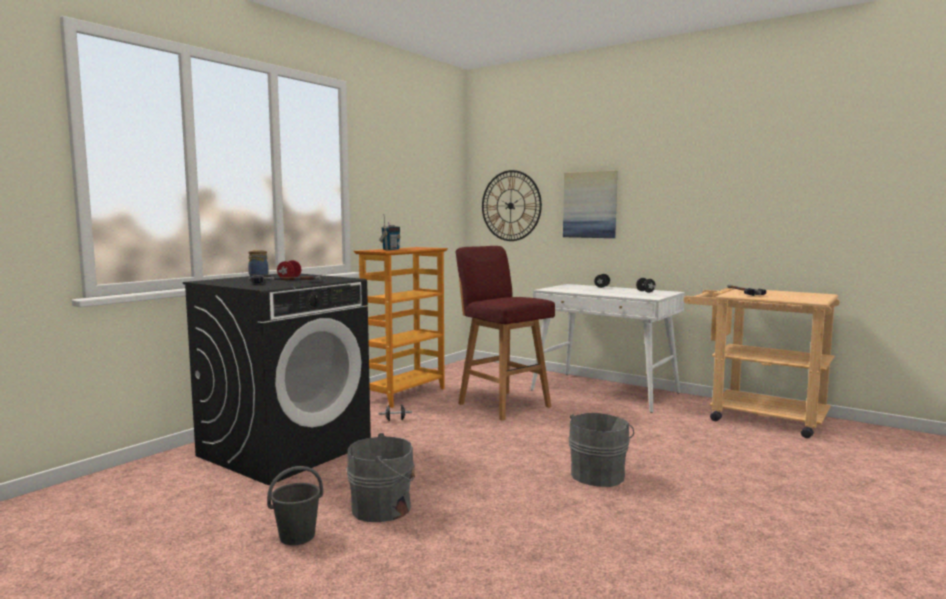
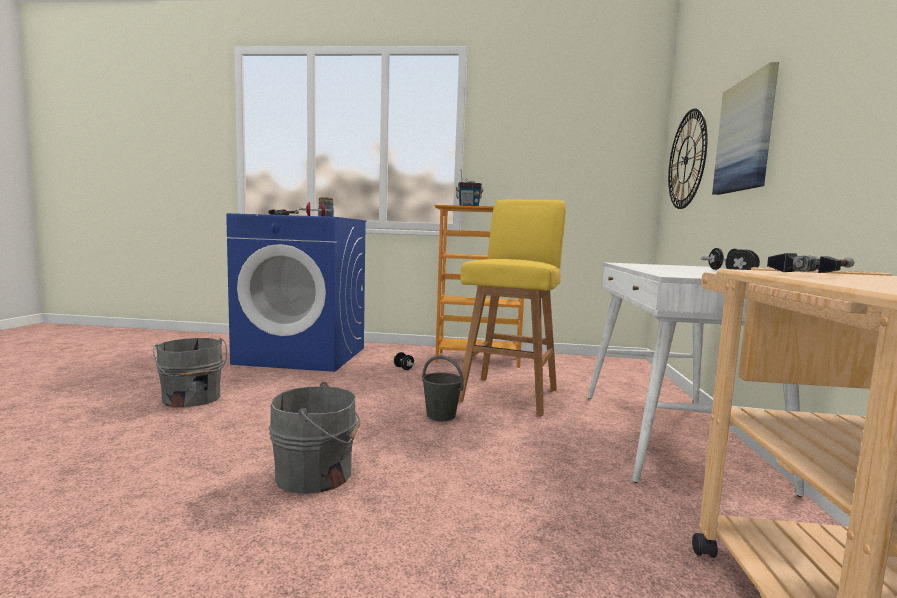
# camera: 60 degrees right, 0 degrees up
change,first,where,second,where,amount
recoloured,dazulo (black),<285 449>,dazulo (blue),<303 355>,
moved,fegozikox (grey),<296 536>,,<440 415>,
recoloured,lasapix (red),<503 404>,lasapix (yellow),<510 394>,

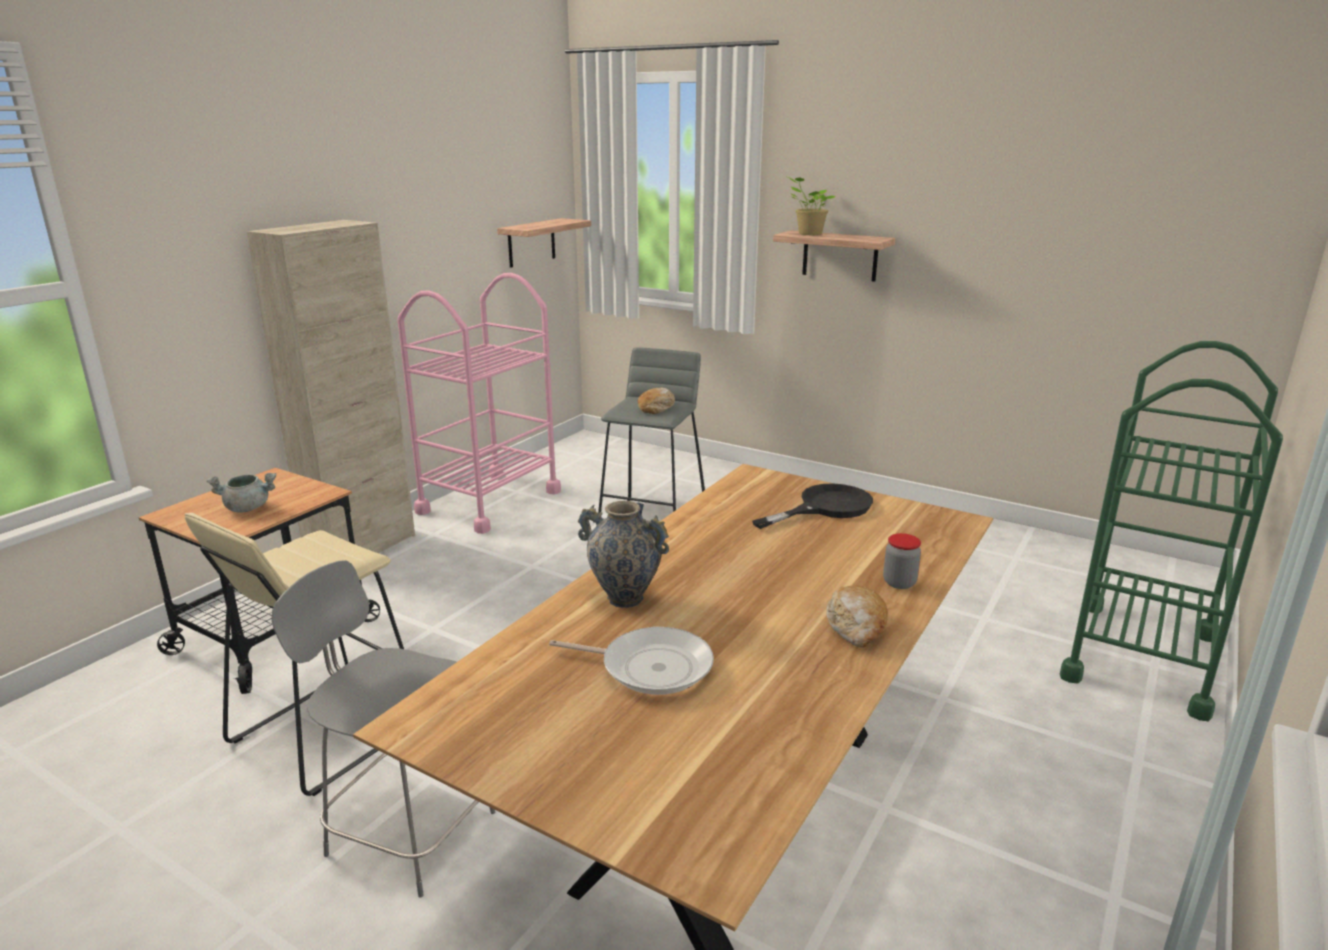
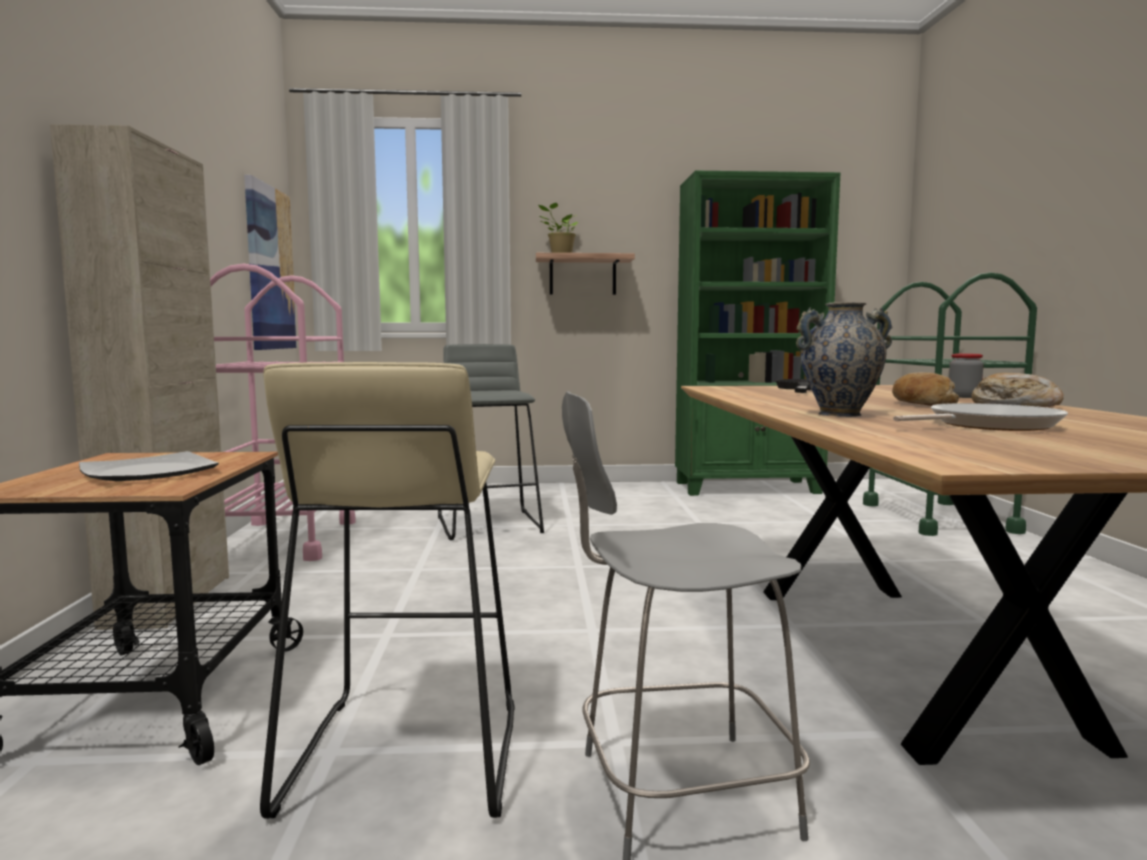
# camera: 35 degrees left, 15 degrees down
change,first,where,second,where,amount
replaced,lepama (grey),<248 508>,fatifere,<150 472>,
replaced,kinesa,<531 242>,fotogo,<269 268>,
moved,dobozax,<657 407>,,<921 404>,
added,,,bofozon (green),<748 488>,

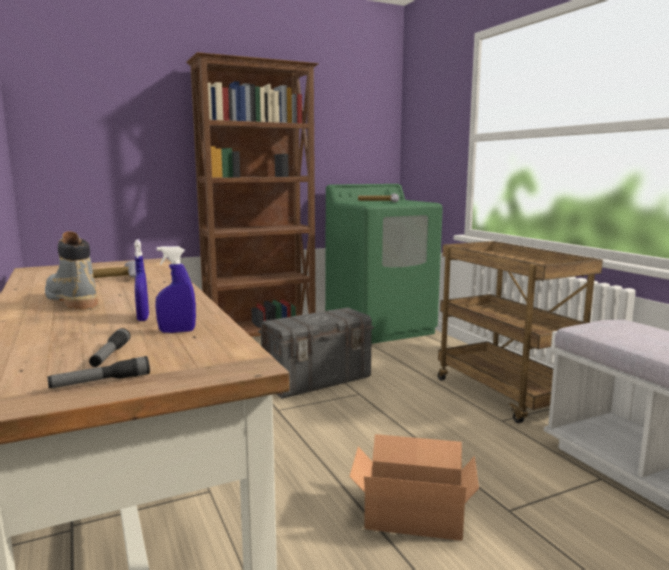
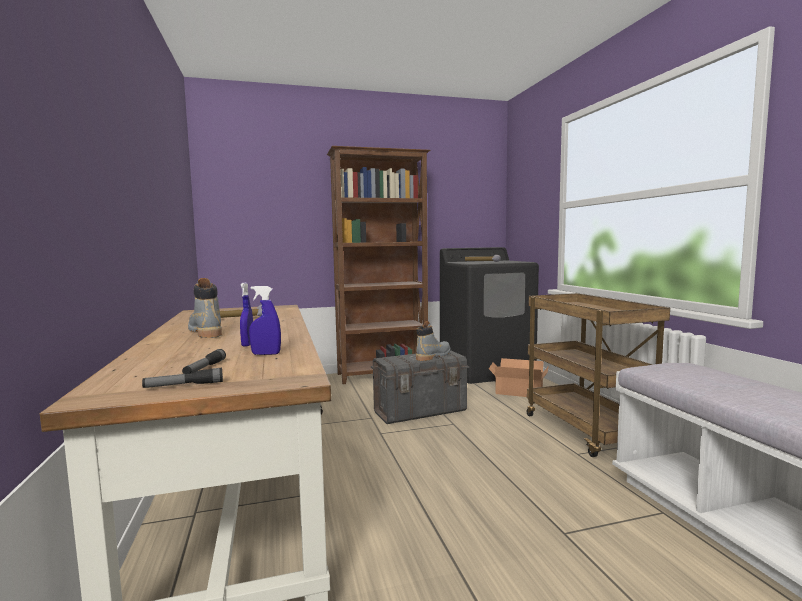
# camera: 10 degrees right, 5 degrees down
change,first,where,second,where,amount
recoloured,dazulo (green),<380 328>,dazulo (black),<486 370>,
moved,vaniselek,<411 512>,,<518 391>,
added,,,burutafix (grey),<433 356>,

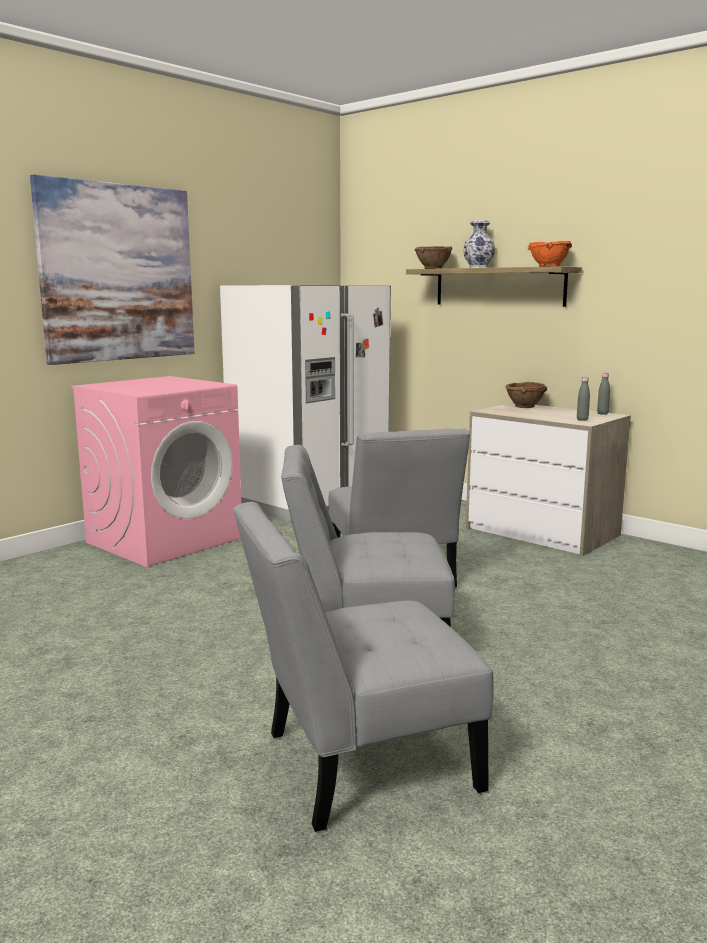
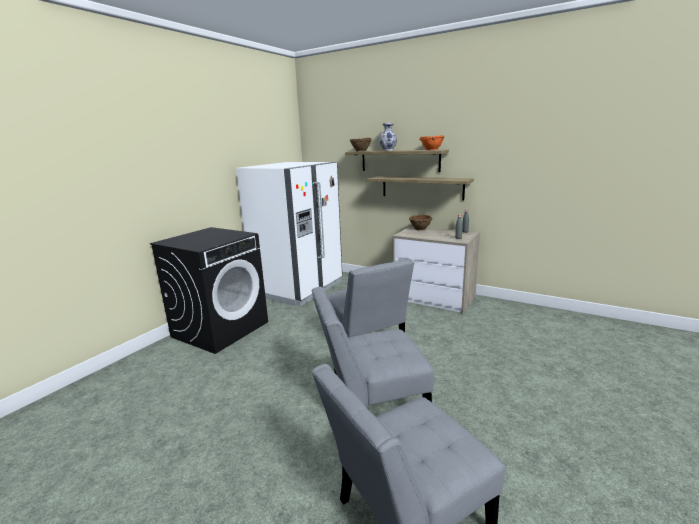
# camera: 10 degrees left, 5 degrees up
change,first,where,second,where,amount
removed,fotogo,<118 273>,,,
recoloured,dazulo (pink),<165 540>,dazulo (black),<221 329>,
added,,,kinesa,<422 187>,

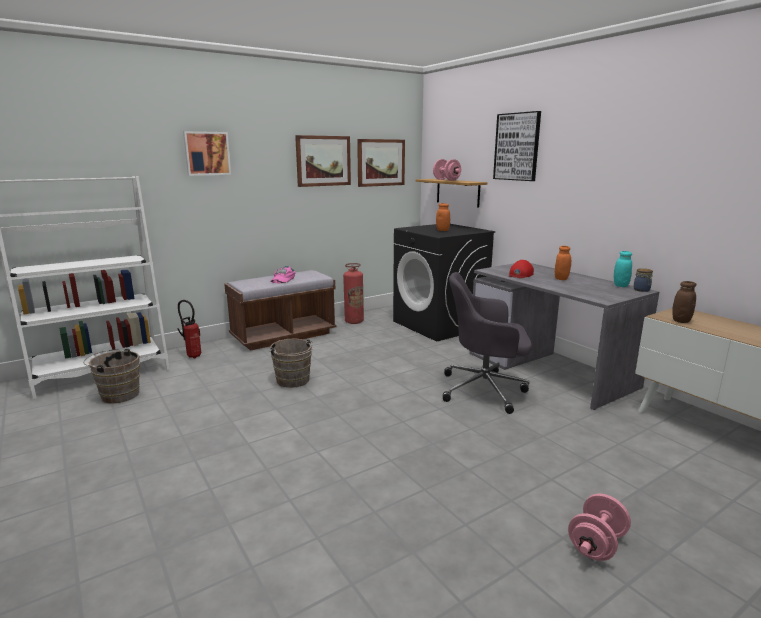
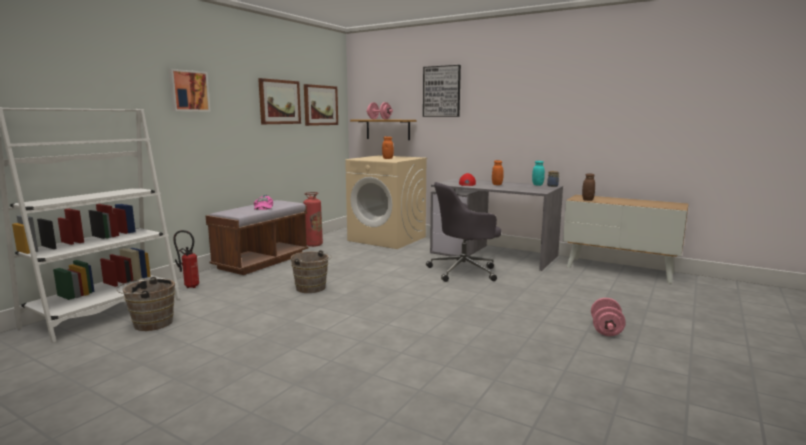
# camera: 25 degrees left, 5 degrees down
change,first,where,second,where,amount
recoloured,dazulo (black),<440 325>,dazulo (beige),<387 239>,

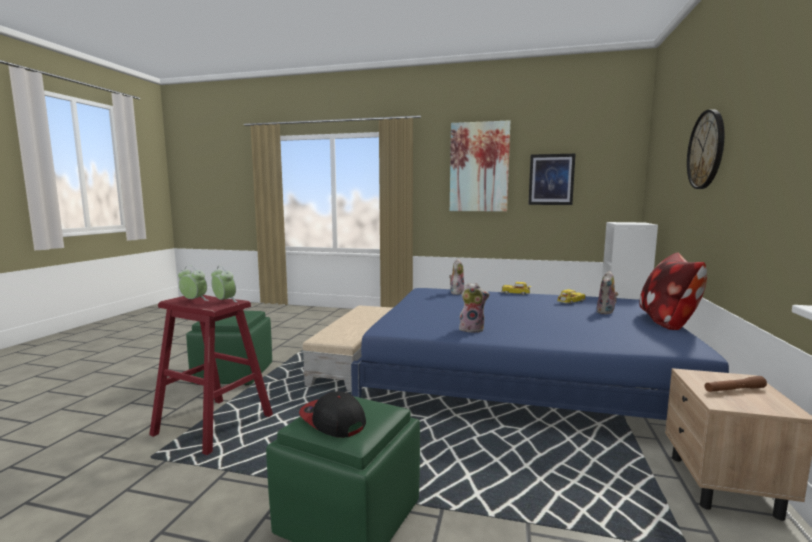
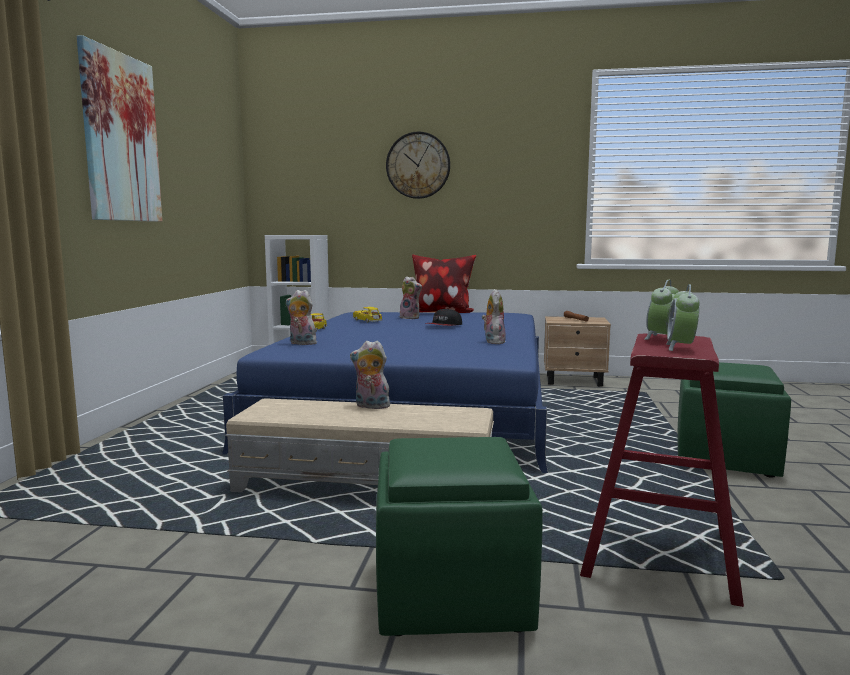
# camera: 95 degrees left, 0 degrees up
change,first,where,second,where,amount
moved,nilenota,<332 420>,,<444 326>,
removed,fotogo,<551 179>,,,
added,,,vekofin,<371 406>,

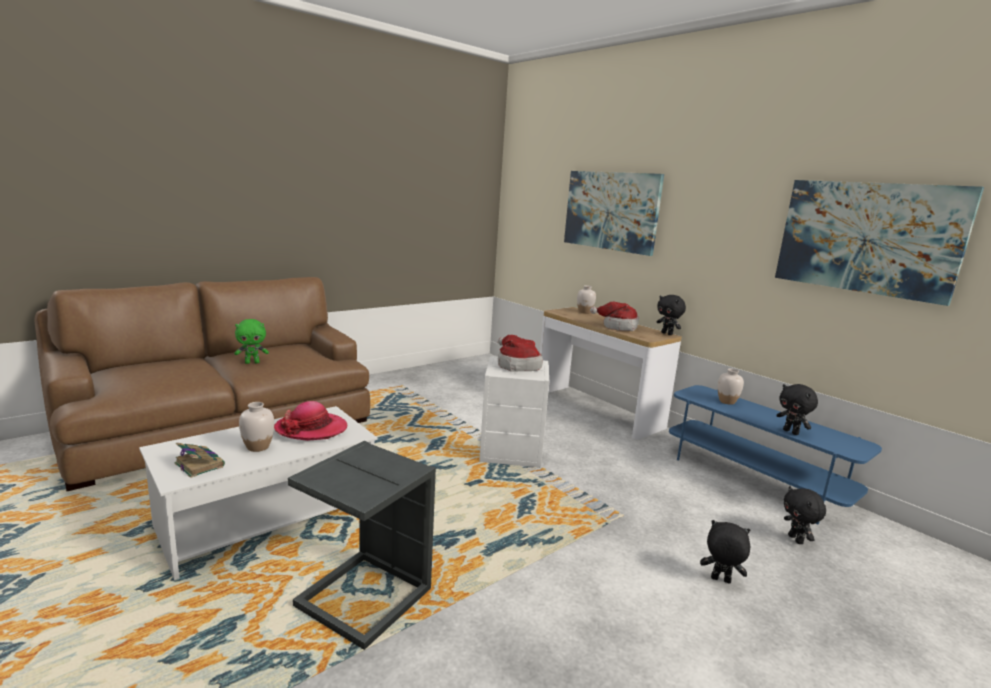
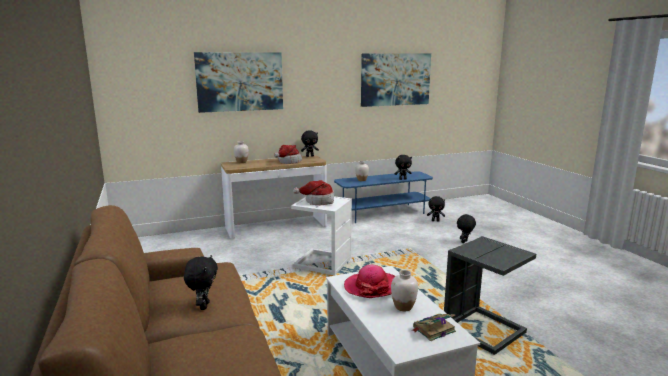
# camera: 70 degrees left, 0 degrees up
change,first,where,second,where,amount
recoloured,vekofin (green),<252 362>,vekofin (black),<203 306>,

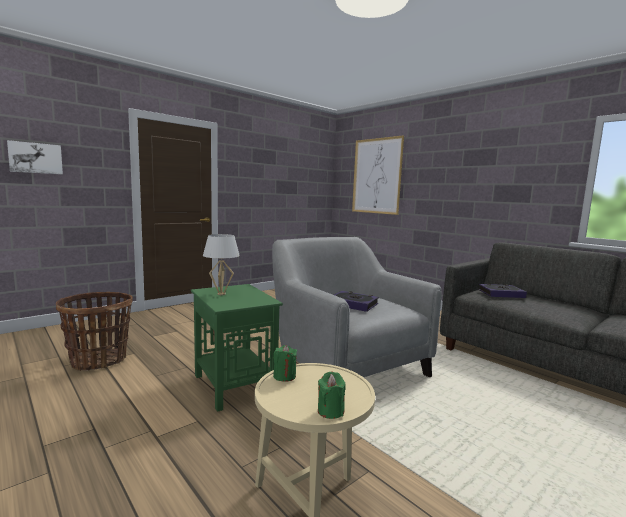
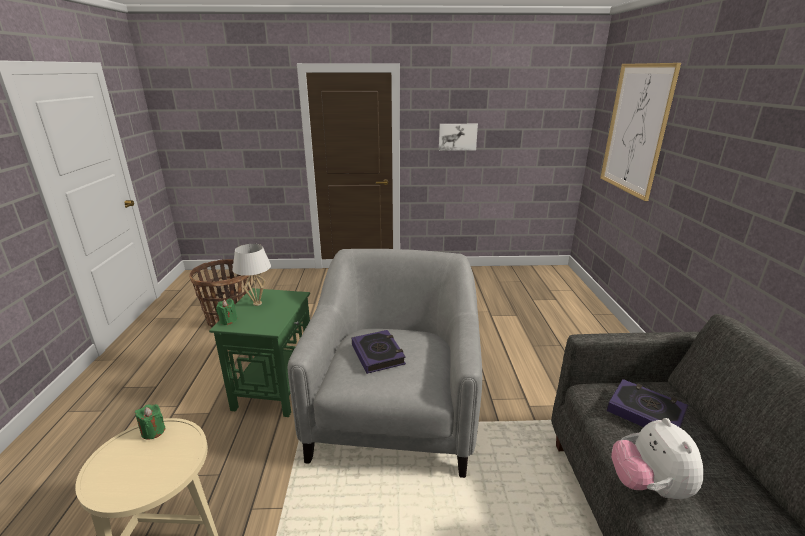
# camera: 40 degrees right, 15 degrees up
change,first,where,second,where,amount
moved,fotogo,<35 158>,,<457 136>,
moved,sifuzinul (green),<330 411>,,<228 320>,
added,,,vekofin,<648 486>,

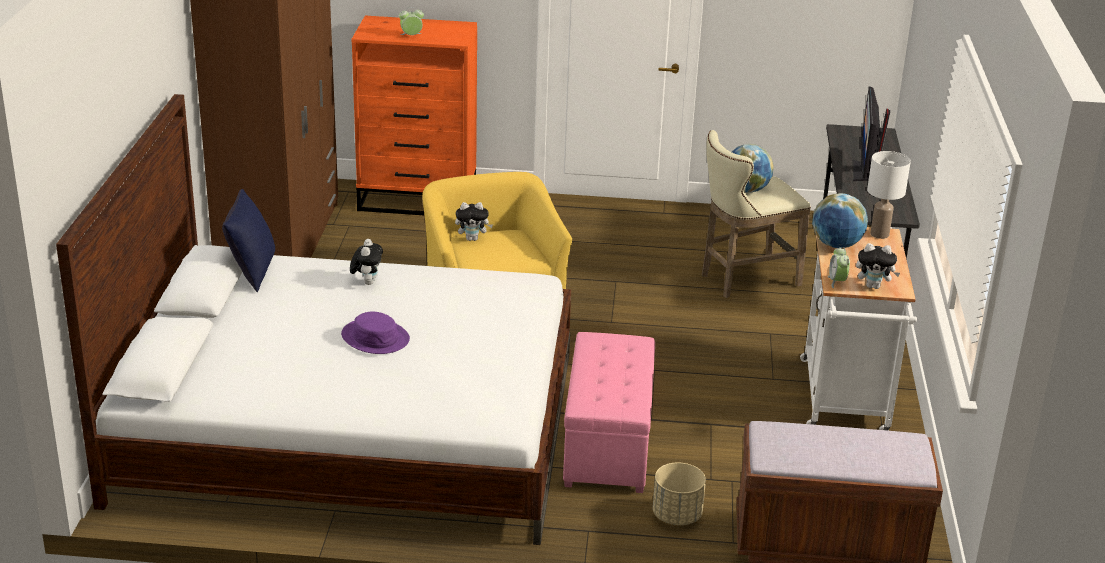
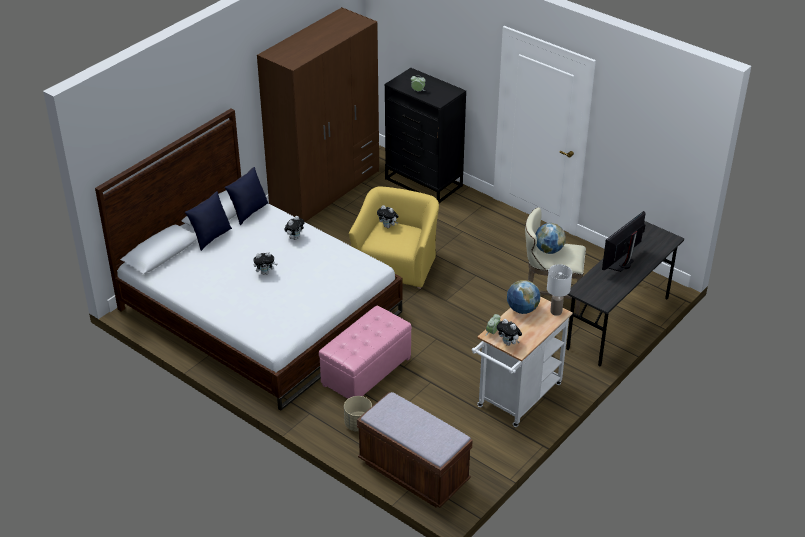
# camera: 35 degrees right, 10 degrees up
change,first,where,second,where,amount
replaced,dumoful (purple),<375 338>,vekofin,<265 272>,
recoloured,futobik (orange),<418 200>,futobik (black),<424 182>,
added,,,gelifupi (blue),<211 237>,

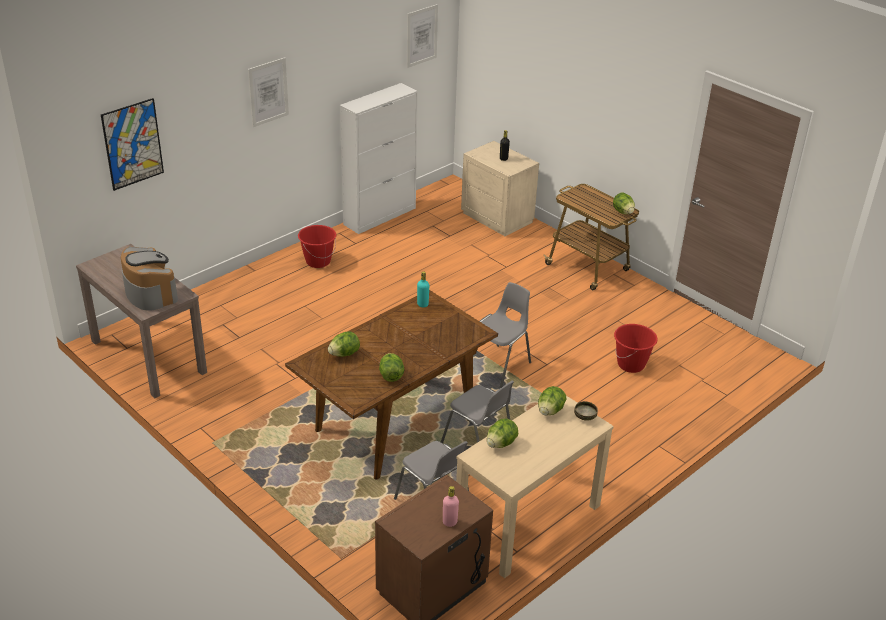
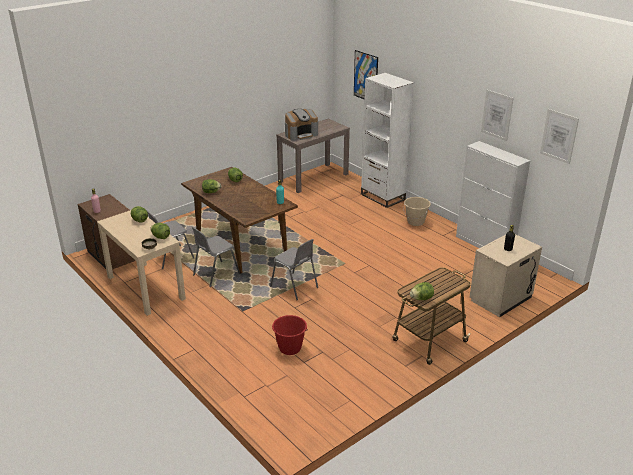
# camera: 95 degrees right, 5 degrees down
change,first,where,second,where,amount
moved,fotogo,<268 92>,,<497 115>,
recoloured,fegozikox (red),<318 261>,fegozikox (beige),<415 222>,
added,,,bofozon (white),<382 197>,

